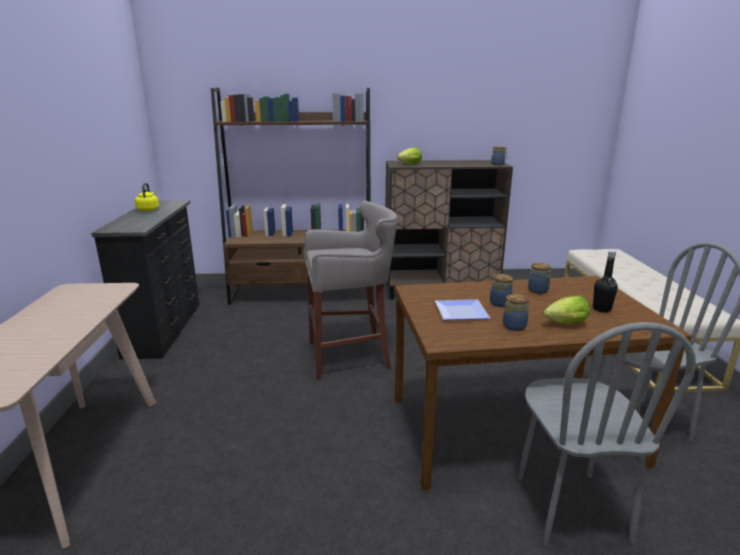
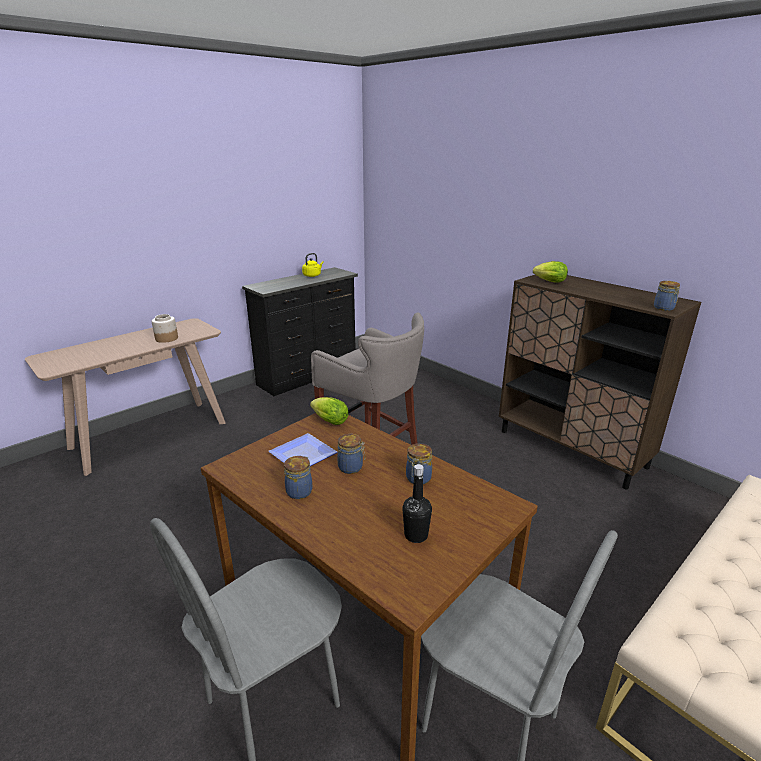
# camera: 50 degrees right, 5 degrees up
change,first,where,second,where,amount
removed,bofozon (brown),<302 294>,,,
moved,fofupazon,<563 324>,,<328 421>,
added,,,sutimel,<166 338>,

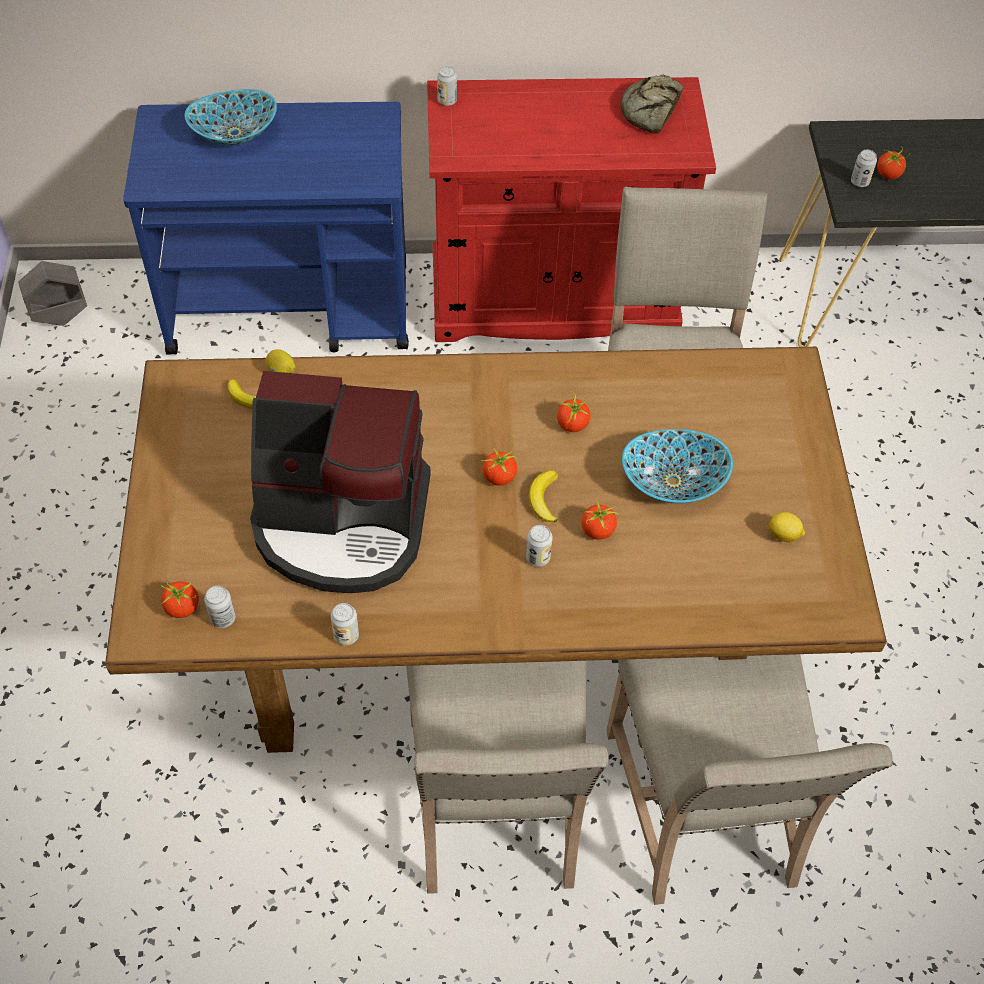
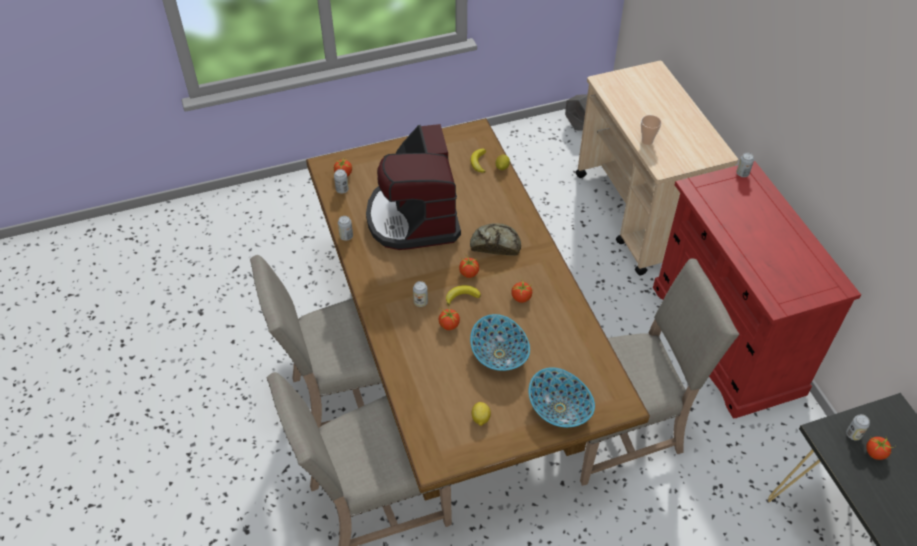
# camera: 75 degrees right, 5 degrees down
change,first,where,second,where,amount
recoloured,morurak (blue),<292 308>,morurak (beige),<640 215>,
moved,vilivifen,<235 134>,,<559 409>,
moved,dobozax,<651 110>,,<495 244>,
added,,,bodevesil,<647 141>,

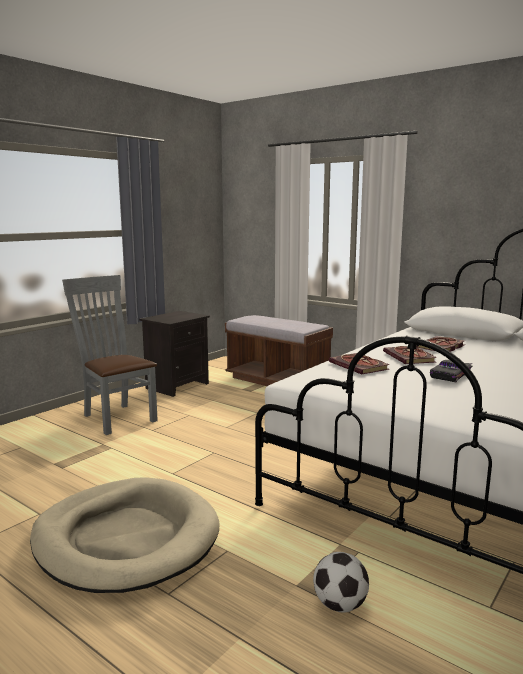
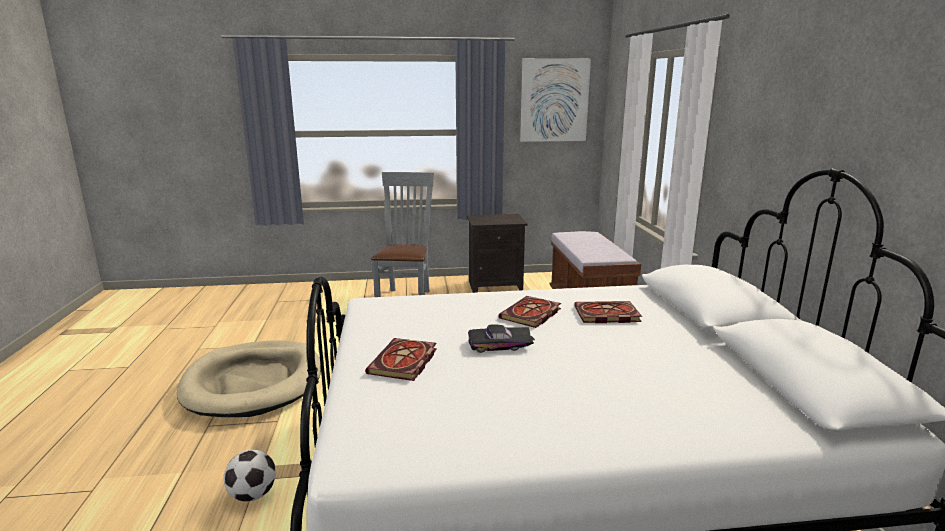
# camera: 45 degrees right, 5 degrees up
change,first,where,second,where,amount
moved,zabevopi,<360 366>,,<404 363>,
added,,,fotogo,<554 100>,

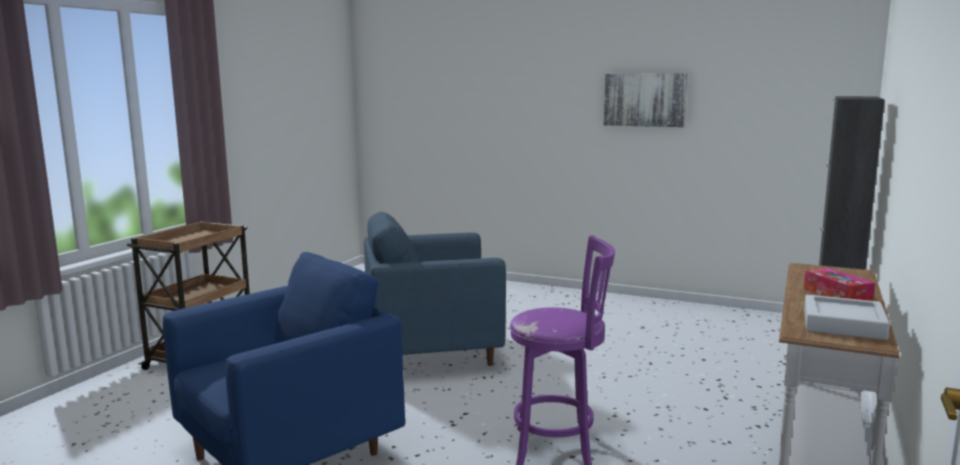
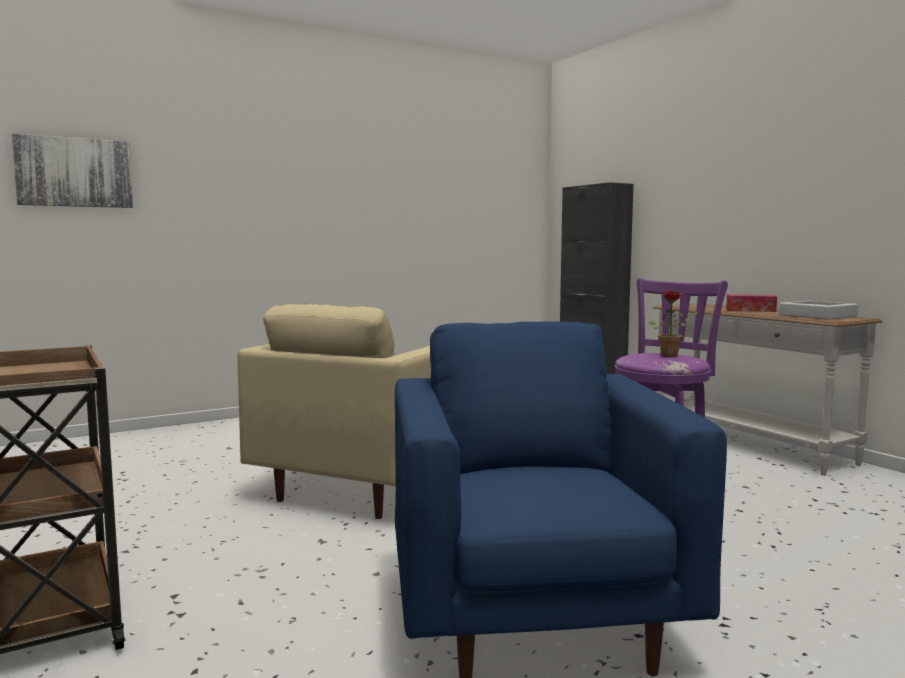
# camera: 55 degrees left, 5 degrees down
change,first,where,second,where,amount
recoloured,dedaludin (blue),<433 353>,dedaludin (beige),<363 487>,
moved,fotogo,<644 99>,,<74 172>,
added,,,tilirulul,<672 355>,

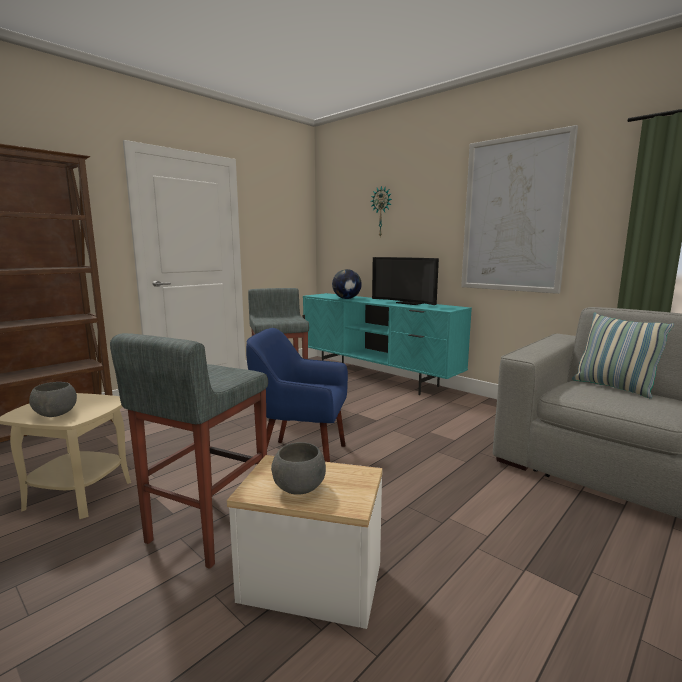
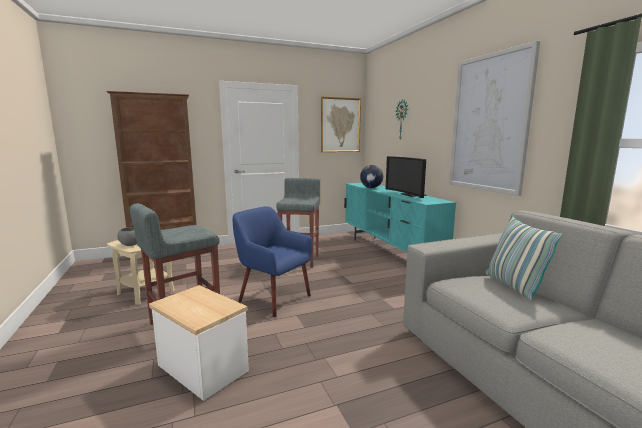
# camera: 25 degrees right, 0 degrees up
change,first,where,second,where,amount
removed,vilivifen (grey),<298 489>,,,
added,,,fotogo,<340 125>,

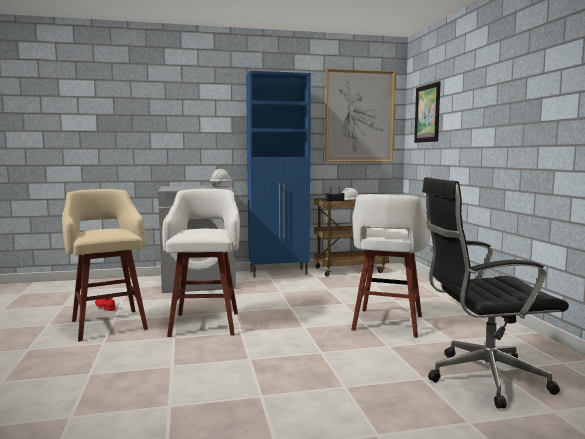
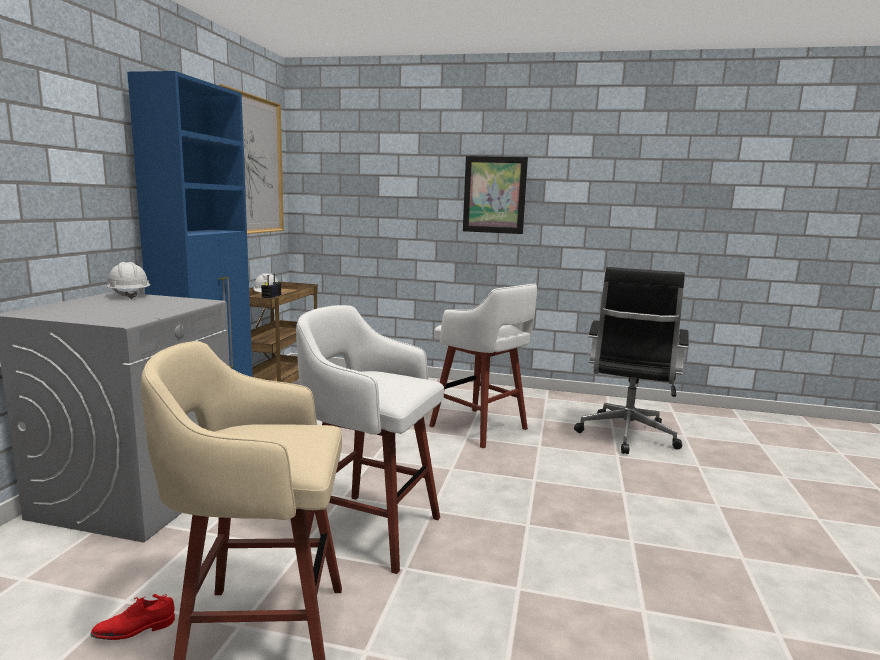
# camera: 65 degrees left, 5 degrees up
change,first,where,second,where,amount
moved,fotogo,<427 113>,,<494 195>,

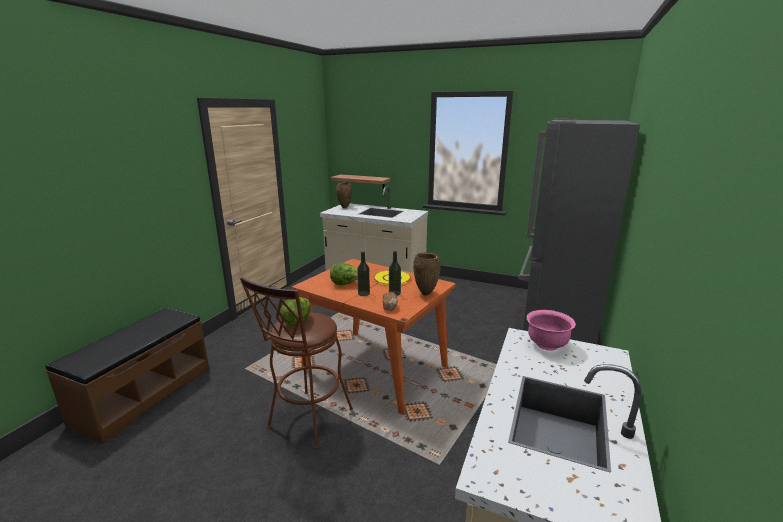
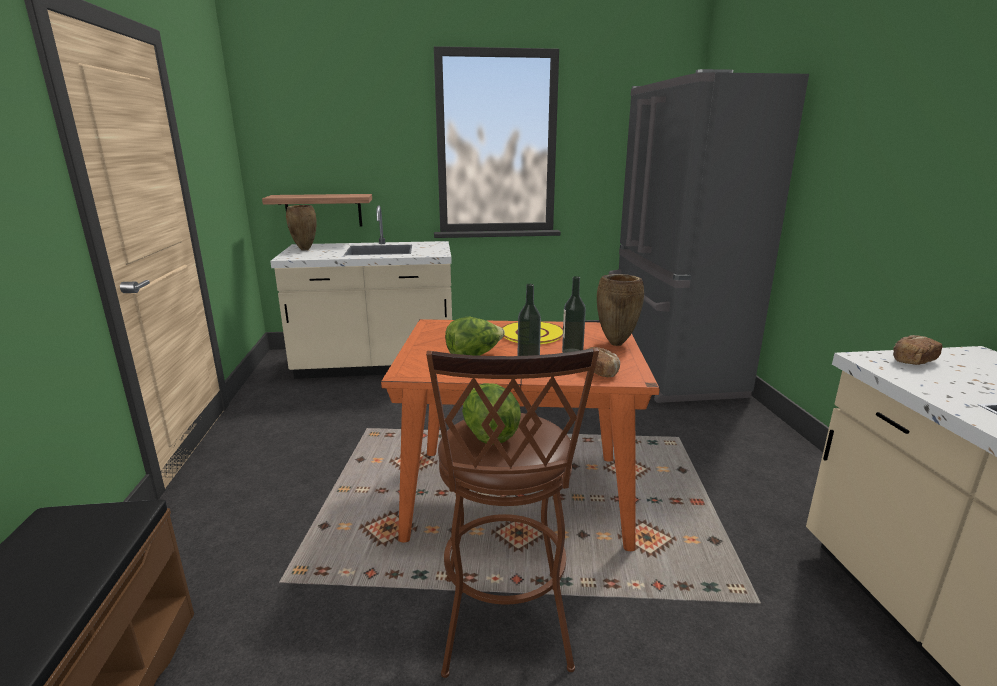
# camera: 30 degrees left, 0 degrees up
change,first,where,second,where,amount
replaced,vilivifen (pink),<547 344>,dobozax,<912 361>,

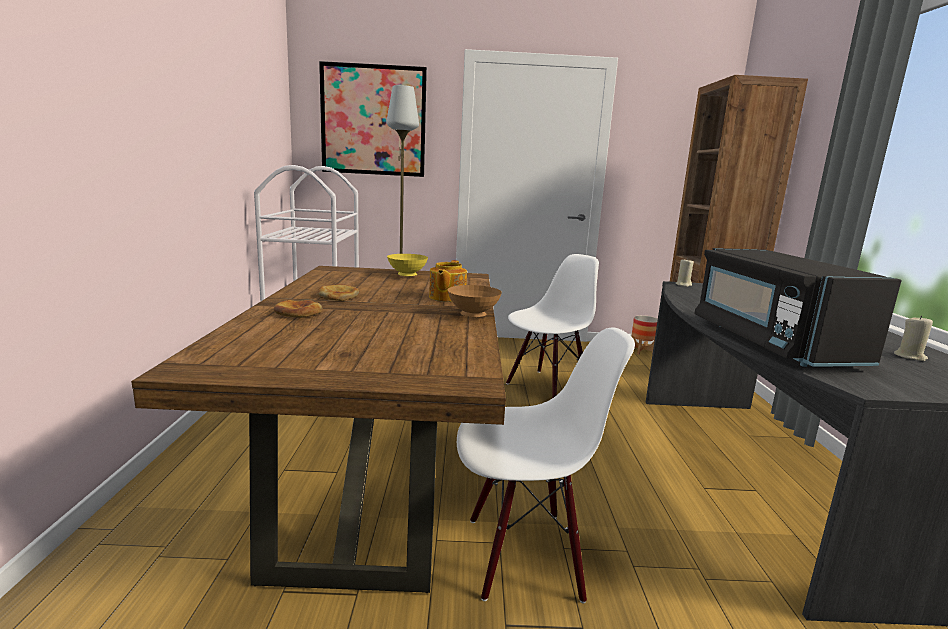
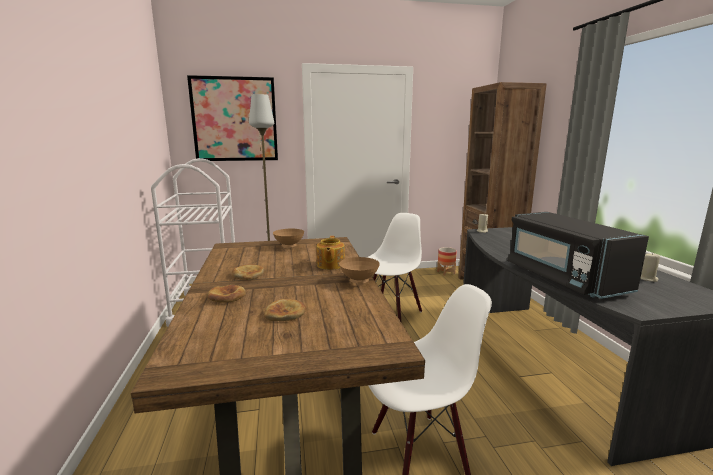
# camera: 10 degrees left, 0 degrees up
change,first,where,second,where,amount
recoloured,vilivifen (yellow),<408 276>,vilivifen (brown),<289 246>,
added,,,dobozax,<285 313>,

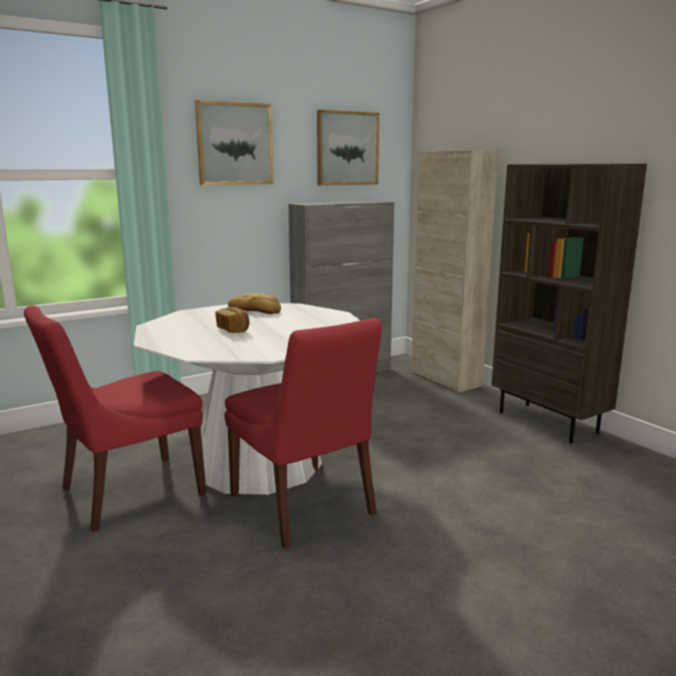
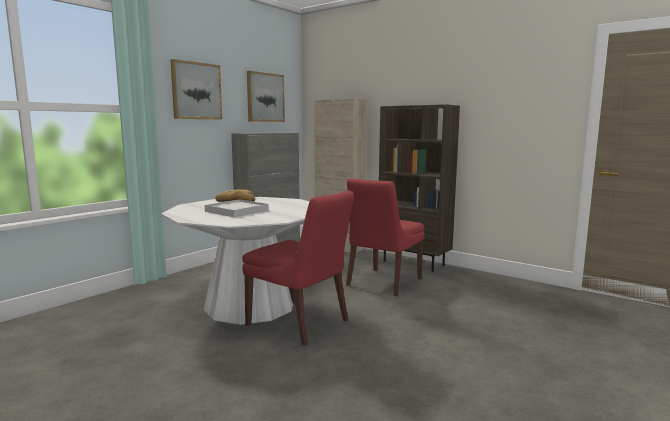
# camera: 20 degrees left, 5 degrees down
change,first,where,second,where,amount
moved,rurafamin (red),<128 493>,,<383 283>,
replaced,dobozax,<233 330>,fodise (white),<237 211>,

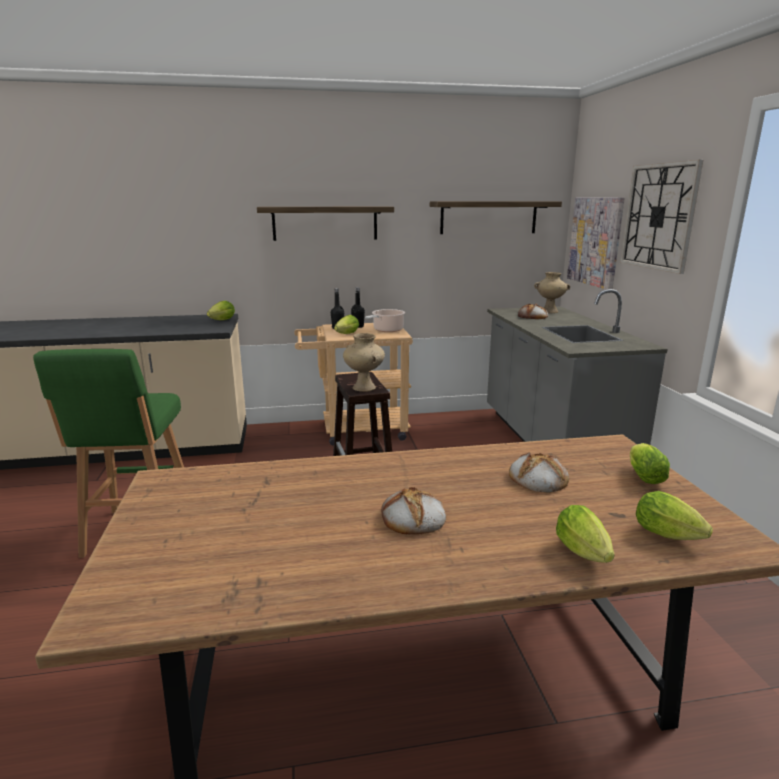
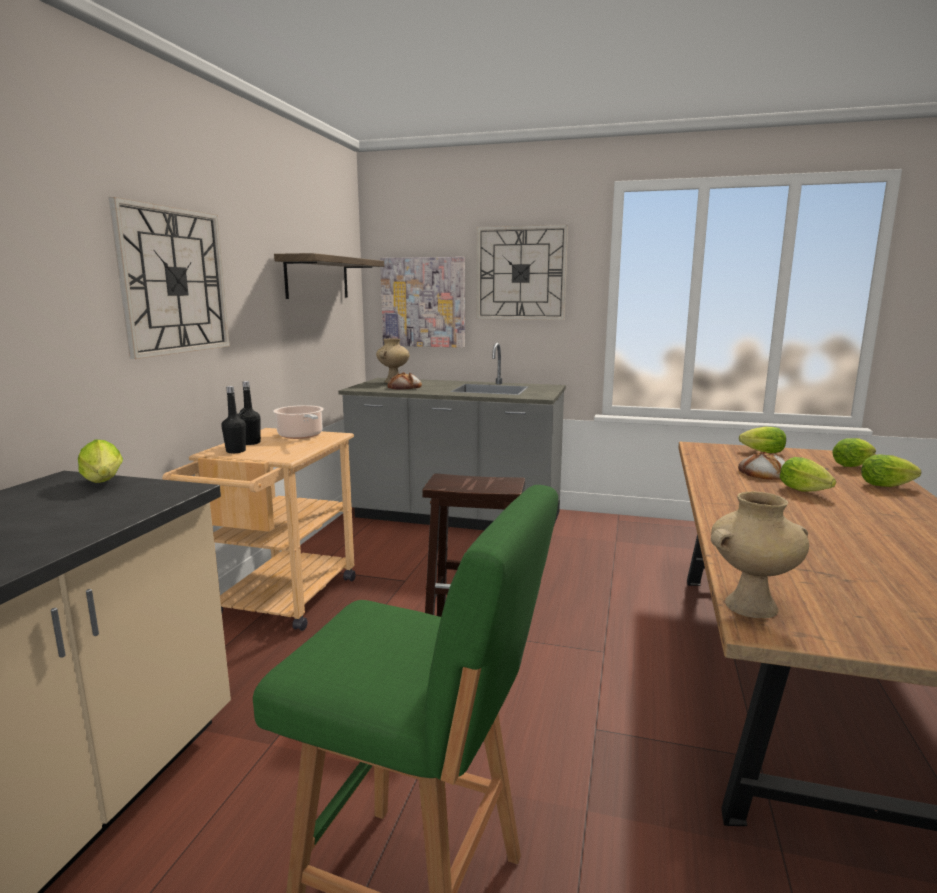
# camera: 65 degrees left, 5 degrees down
change,first,where,second,where,amount
replaced,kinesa,<325 223>,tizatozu,<174 281>,
moved,fofupazon,<346 334>,,<806 491>,
moved,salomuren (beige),<365 388>,,<751 605>,
removed,dobozax,<412 518>,,,

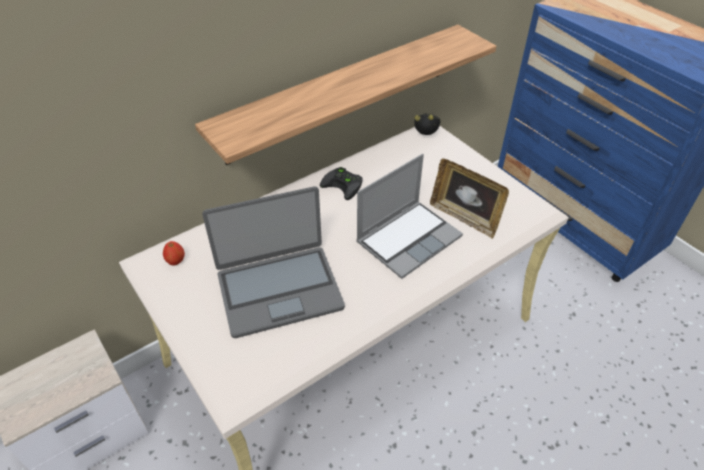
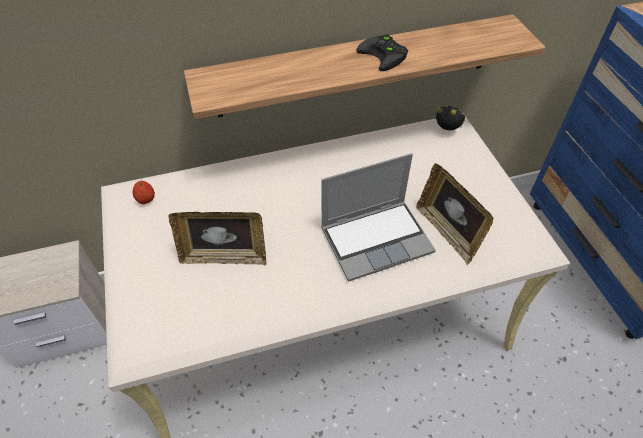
# camera: 20 degrees right, 5 degrees up
change,first,where,second,where,amount
replaced,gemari,<279 290>,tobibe,<224 257>,
moved,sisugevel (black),<344 185>,,<385 55>,

